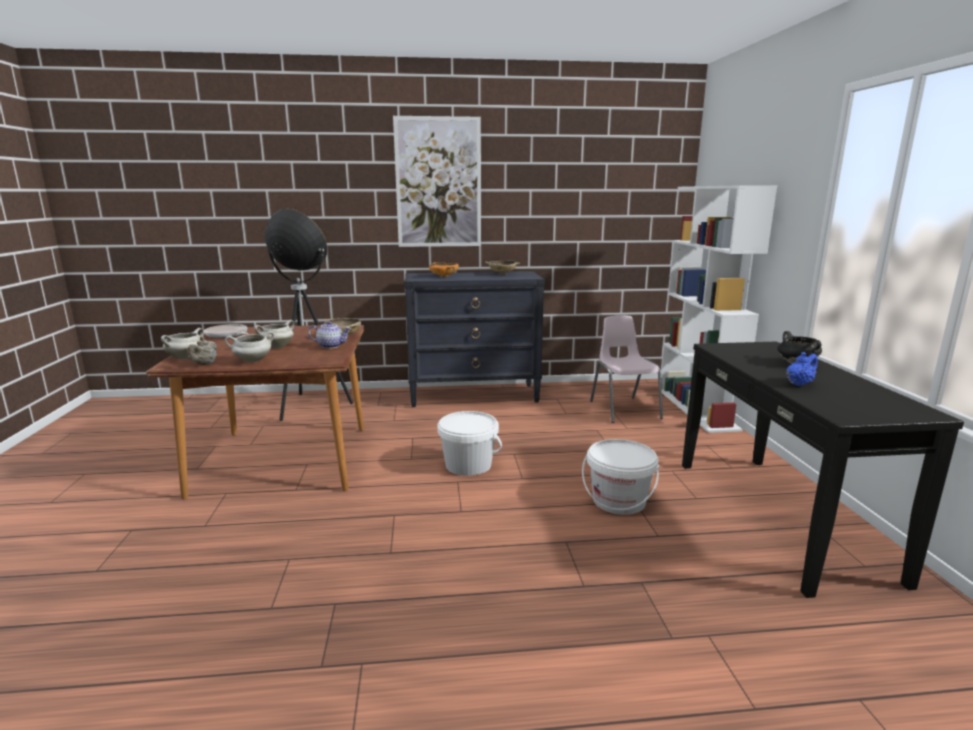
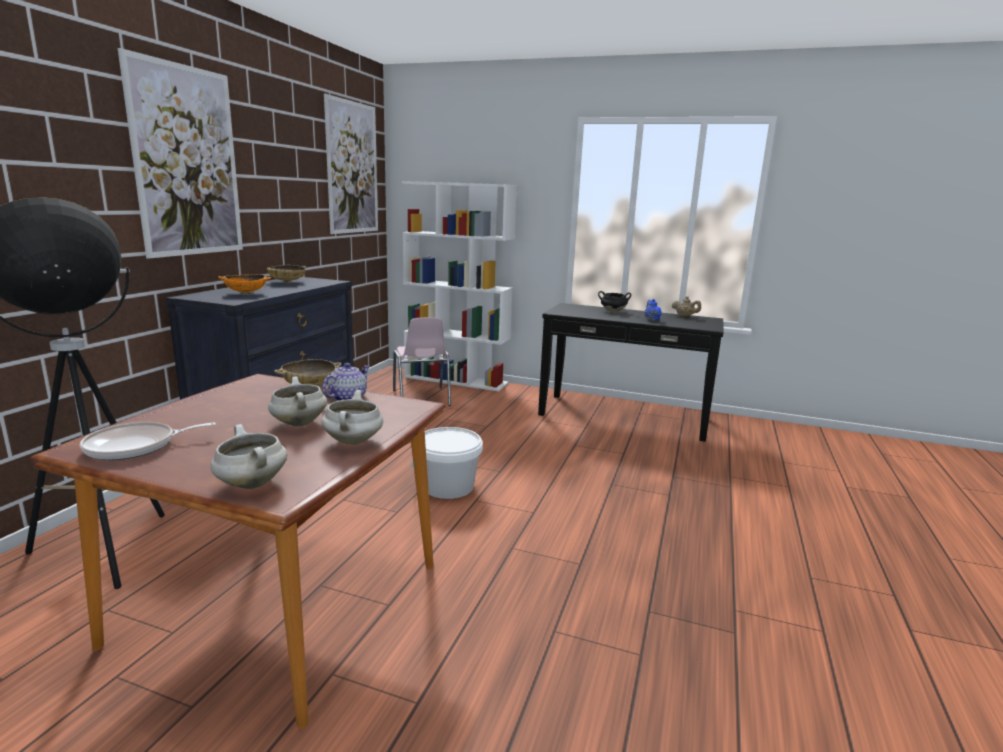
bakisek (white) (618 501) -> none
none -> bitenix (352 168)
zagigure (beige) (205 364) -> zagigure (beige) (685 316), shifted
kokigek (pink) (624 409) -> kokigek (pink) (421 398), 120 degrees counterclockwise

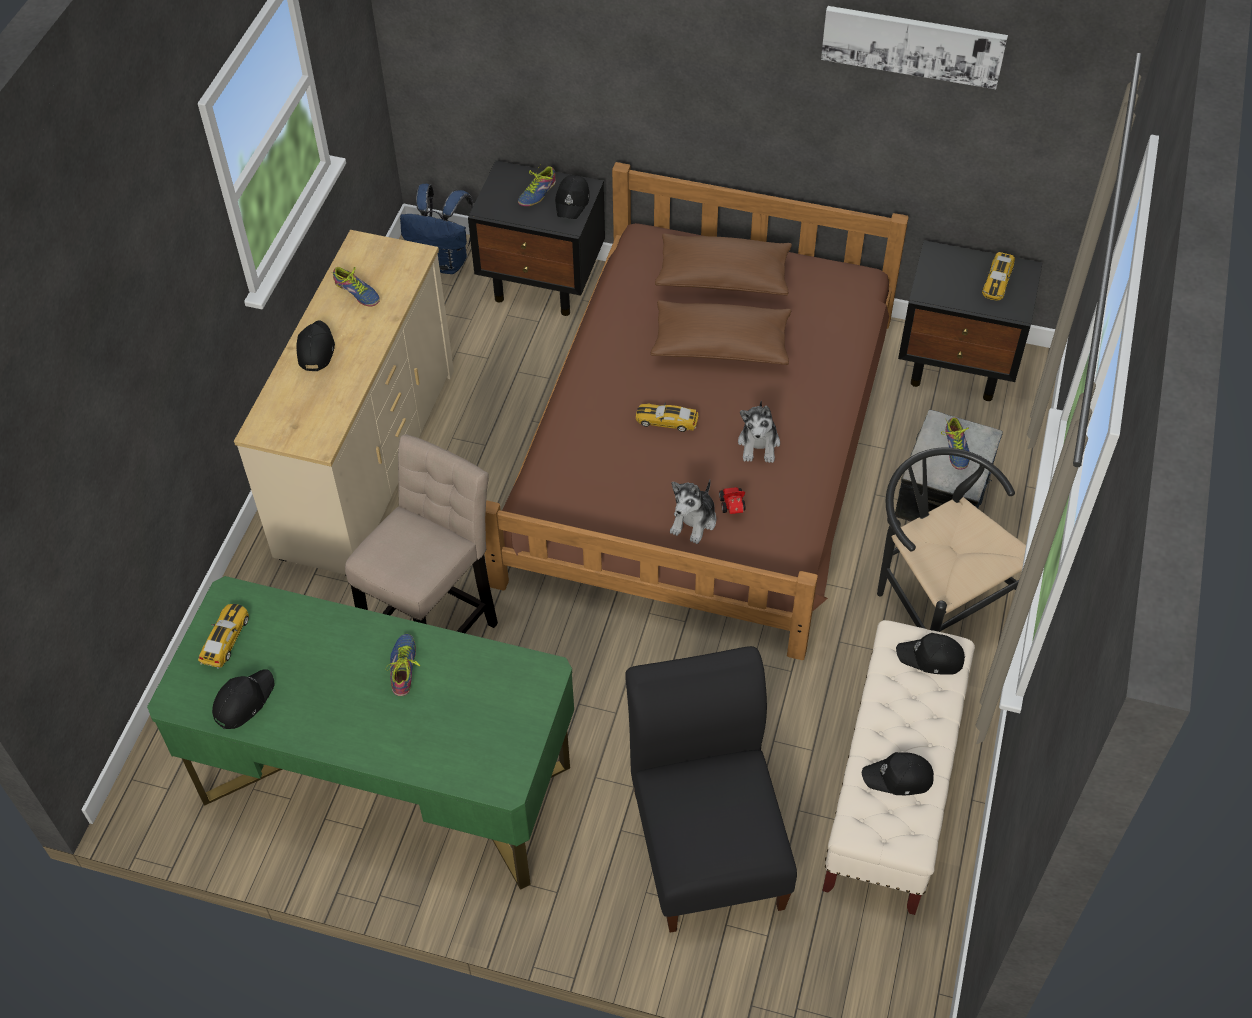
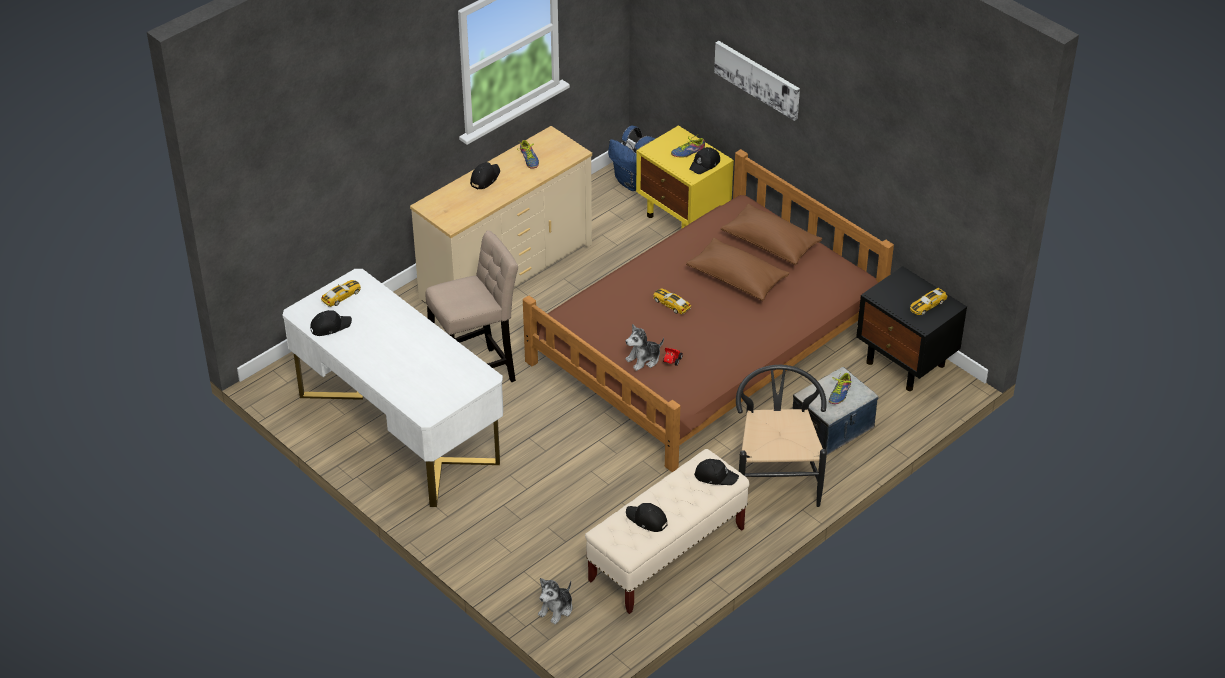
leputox (406 667) -> none
kokigek (black) (708 840) -> none
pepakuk (759 444) -> pepakuk (556 609), shifted
bitenix (913 45) -> bitenix (758 79), shifted
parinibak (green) (386 782) -> parinibak (white) (398 428)
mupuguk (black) (543 283) -> mupuguk (yellow) (684 217)
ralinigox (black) (931 658) -> ralinigox (black) (715 476), 150 degrees clockwise

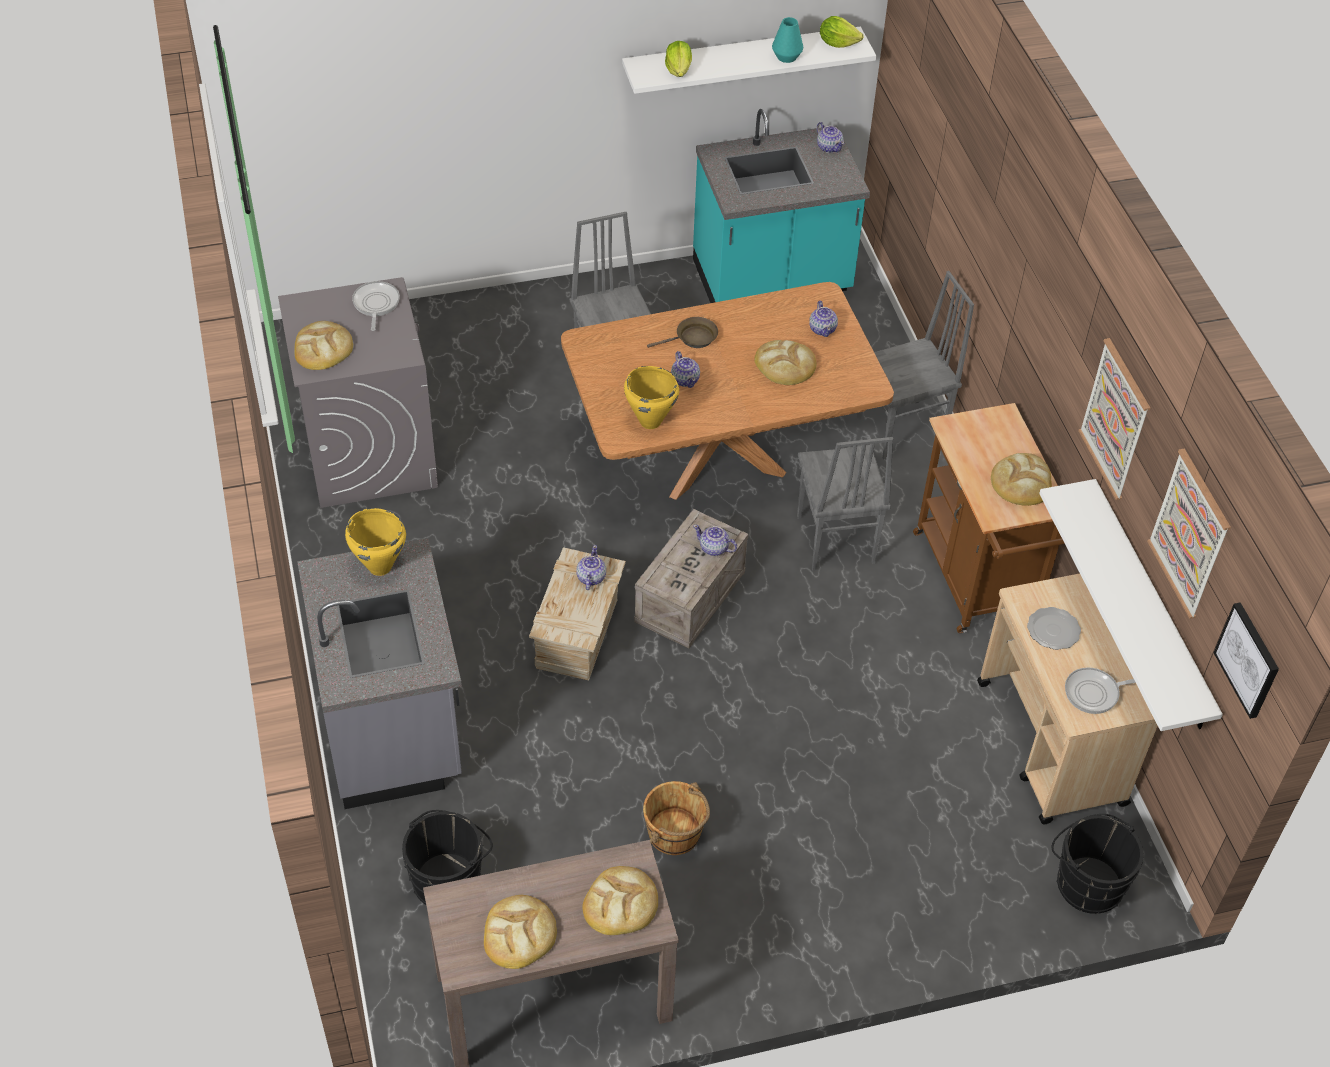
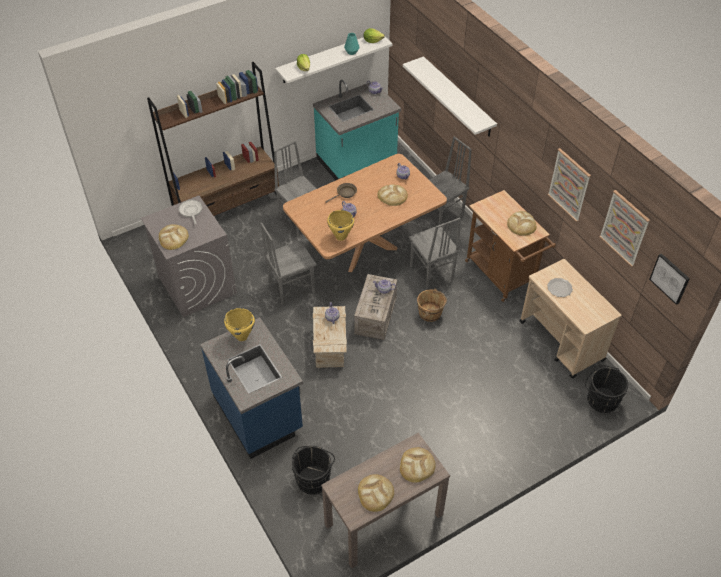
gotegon (1095 693) -> none
none -> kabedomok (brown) (228 207)
none -> kokigek (grey) (291 287)
bakisek (brown) (675 833) -> bakisek (brown) (430 313), shifted
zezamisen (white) (1150 606) -> zezamisen (white) (458 97), shifted
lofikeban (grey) (393 726) -> lofikeban (blue) (258 413)

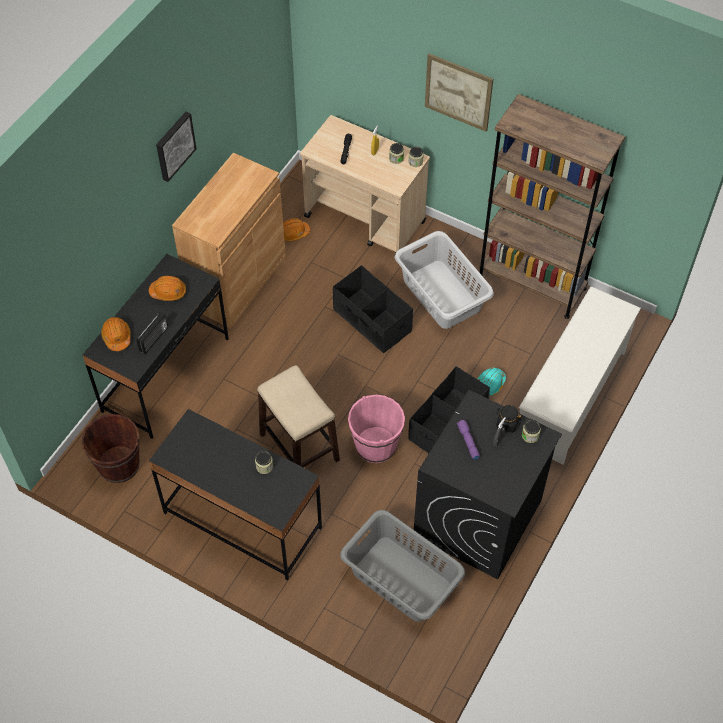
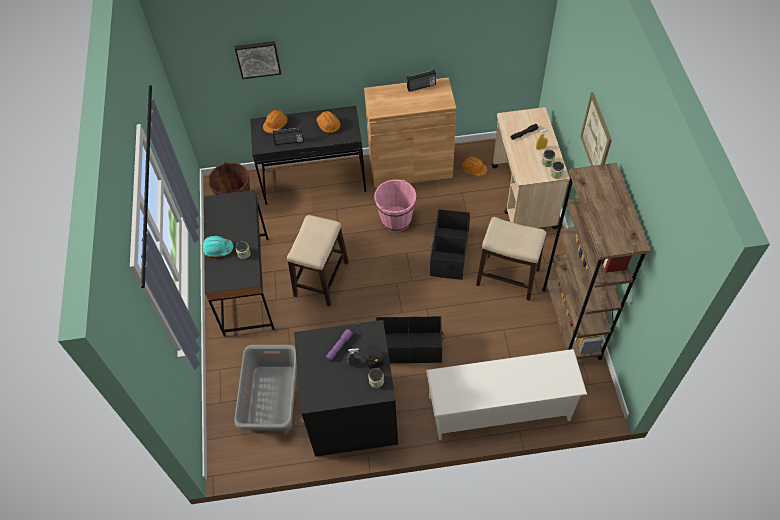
none -> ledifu (421 86)
bitenix (174 145) -> bitenix (258 58), shifted
bakisek (pink) (376 445) -> bakisek (pink) (396 219), shifted
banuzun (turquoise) (490 384) -> banuzun (turquoise) (217 249), shifted
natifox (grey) (441 295) -> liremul (507 277)

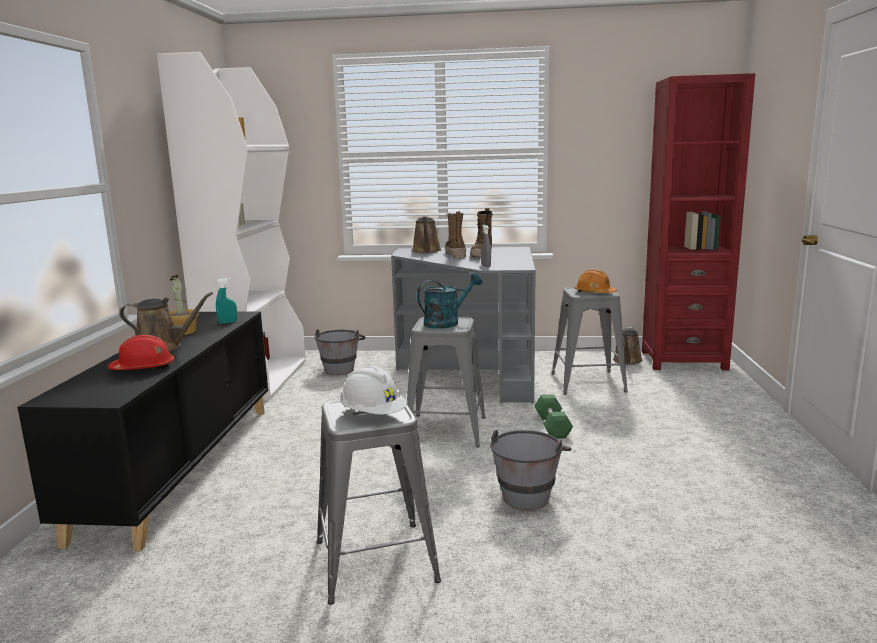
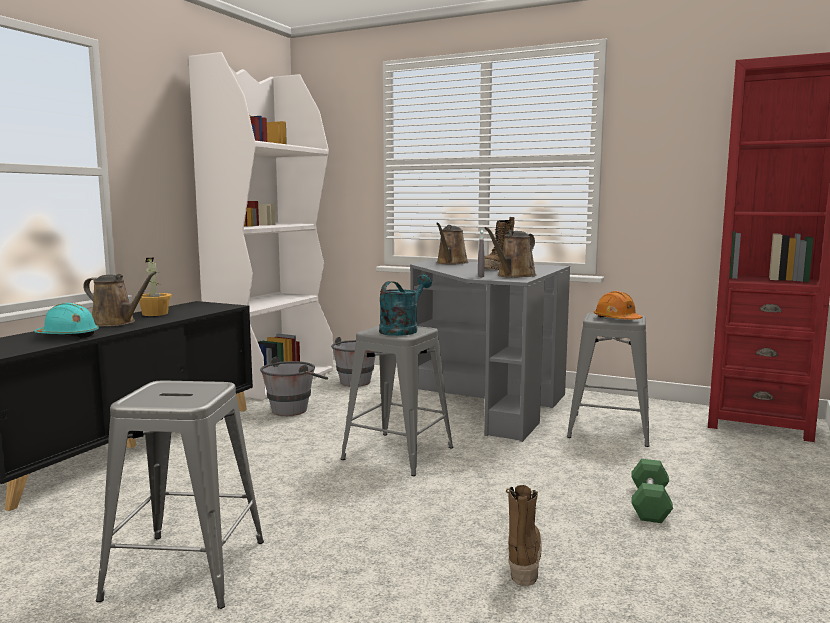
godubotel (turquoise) (227 322) -> none
banuzun (white) (373 415) -> none
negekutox (455 255) -> negekutox (523 561), shifted
bakisek (grey) (528 493) -> bakisek (grey) (295 408), shifted
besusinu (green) (552 426) -> besusinu (green) (650 504), shifted
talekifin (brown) (627 361) -> talekifin (brown) (514 276), shifted
banuzun (red) (143 368) -> banuzun (turquoise) (68 336)
talekifin (turquoise) (447 322) -> talekifin (turquoise) (402 330), 45 degrees counterclockwise

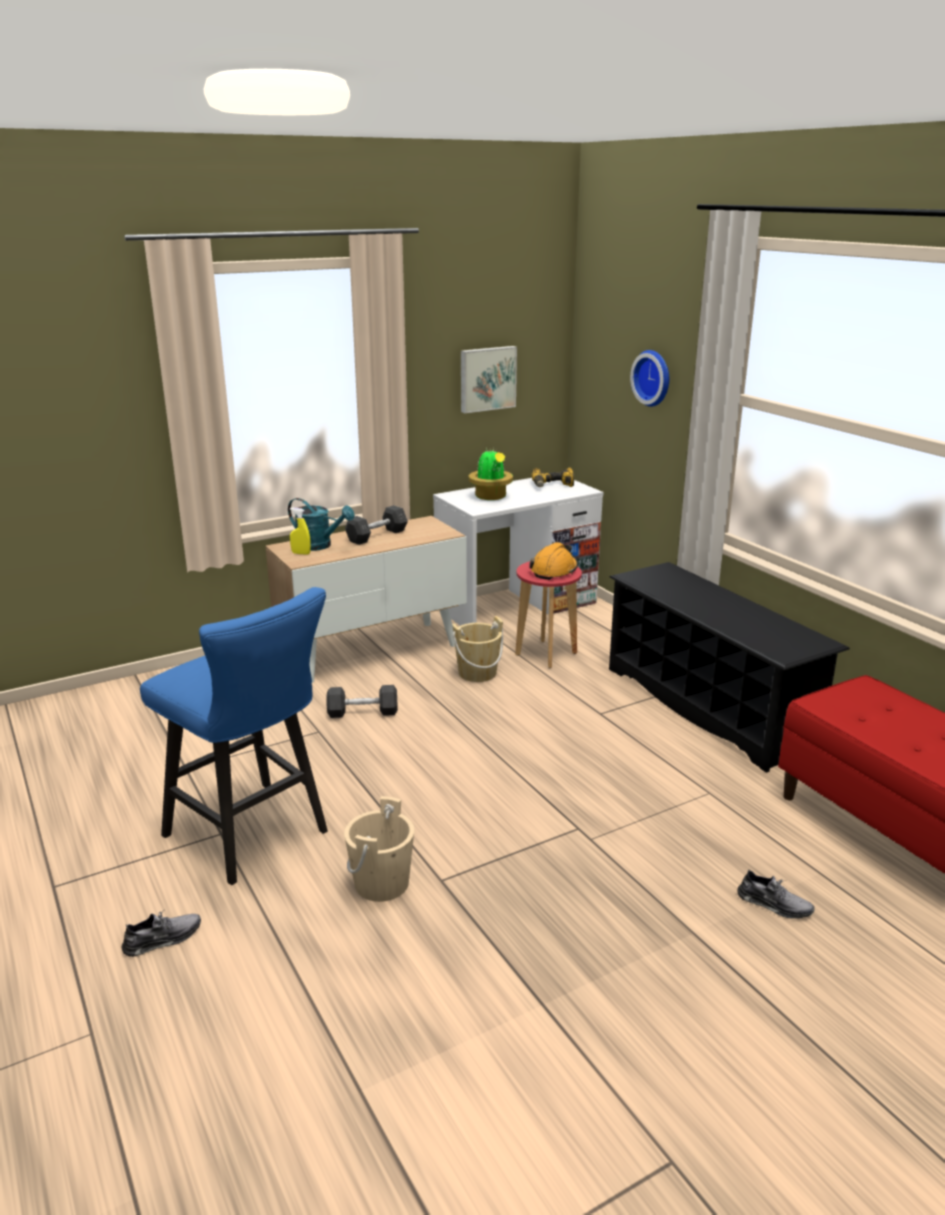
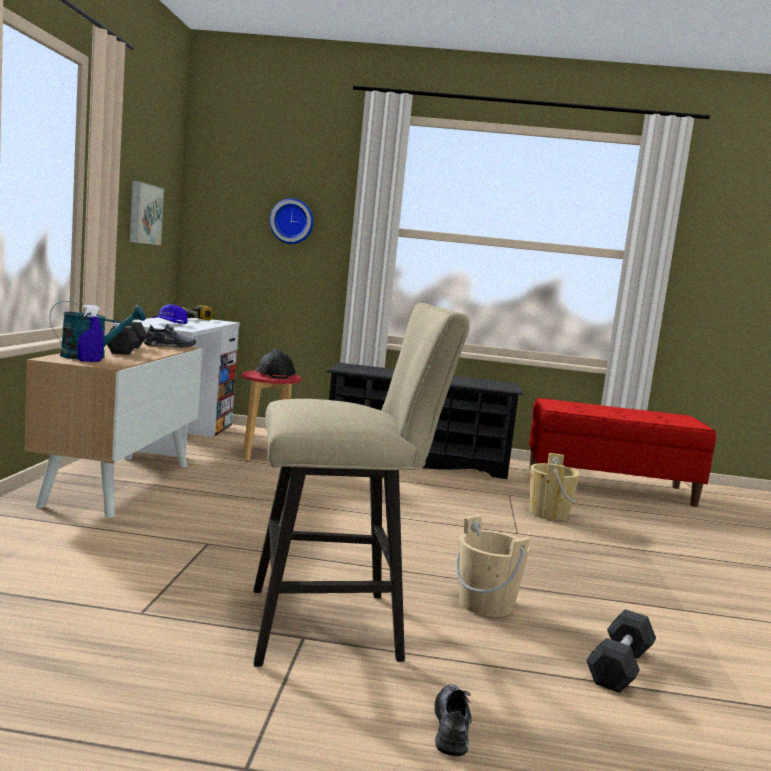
besusinu (grey) (362 712) -> besusinu (grey) (619 667), shifted
bakisek (beige) (477 673) -> bakisek (beige) (548 513), shifted
leputox (grey) (774 904) -> leputox (grey) (170 346), shifted
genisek (491 497) -> ralinigox (blue) (169 324)
liremul (blue) (254 837) -> liremul (beige) (337 625)
godubotel (yellow) (301 553) -> godubotel (blue) (90 361)
banuzun (orange) (554 570) -> banuzun (black) (274 374)

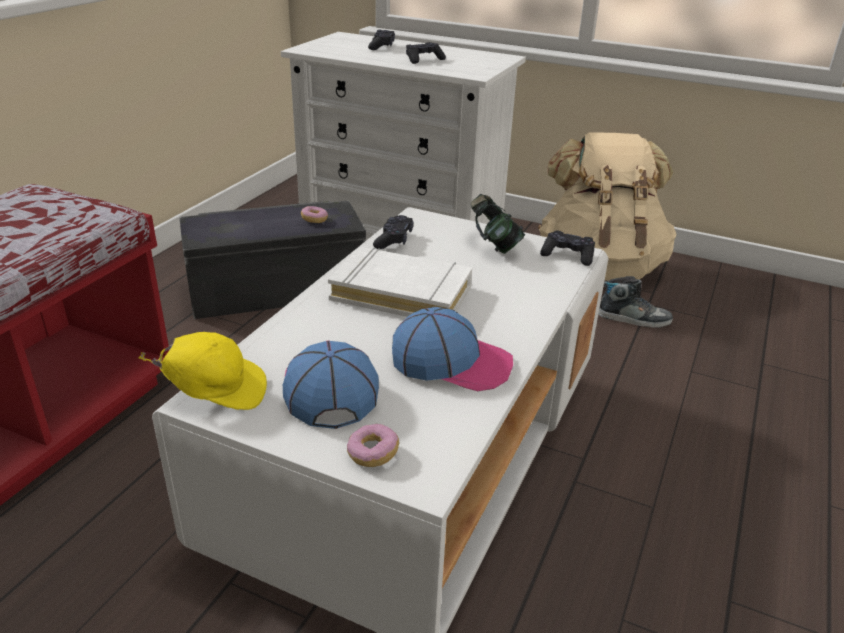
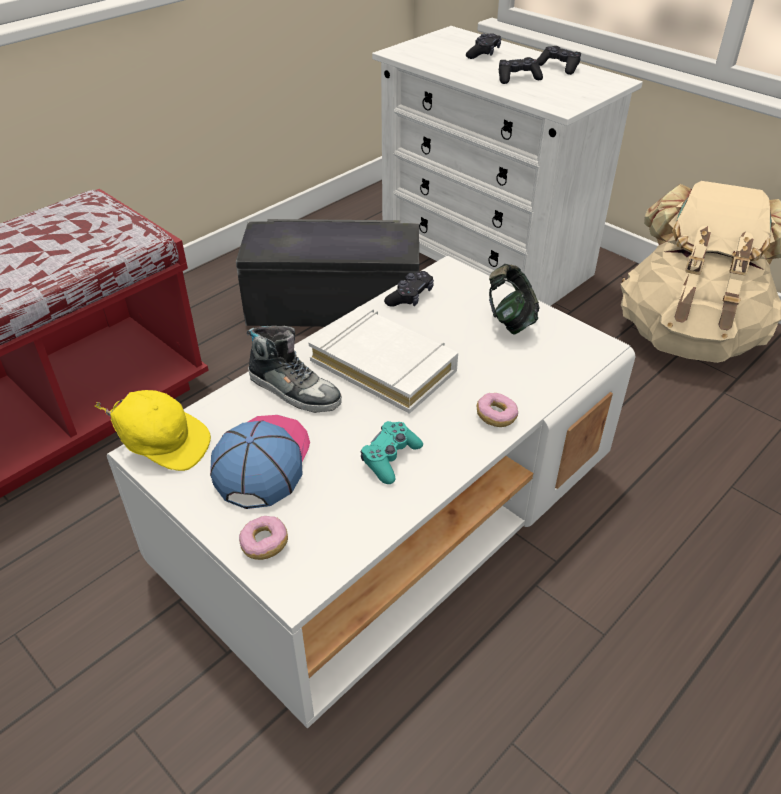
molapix (314 220) -> molapix (496 417), shifted
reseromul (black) (568 255) -> reseromul (black) (559 67), shifted
leputox (633 318) -> leputox (294 389), shifted
ralinigox (452 362) -> reseromul (turquoise) (390 458)

